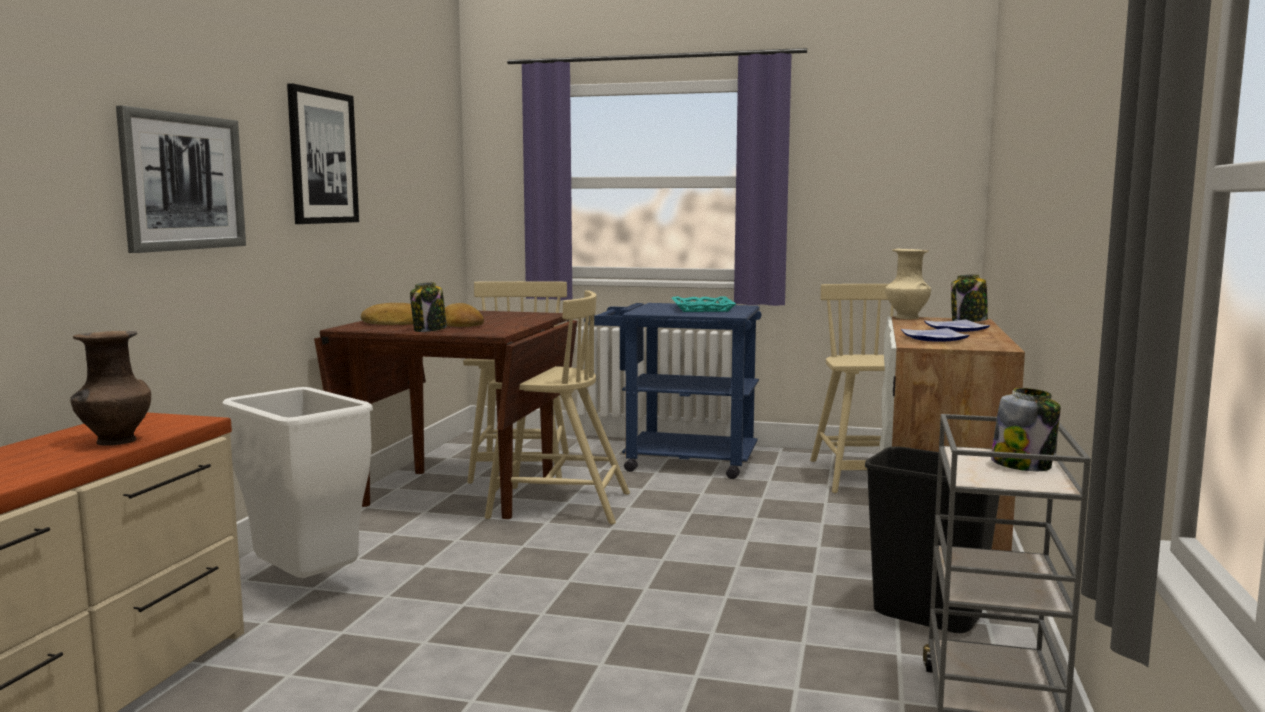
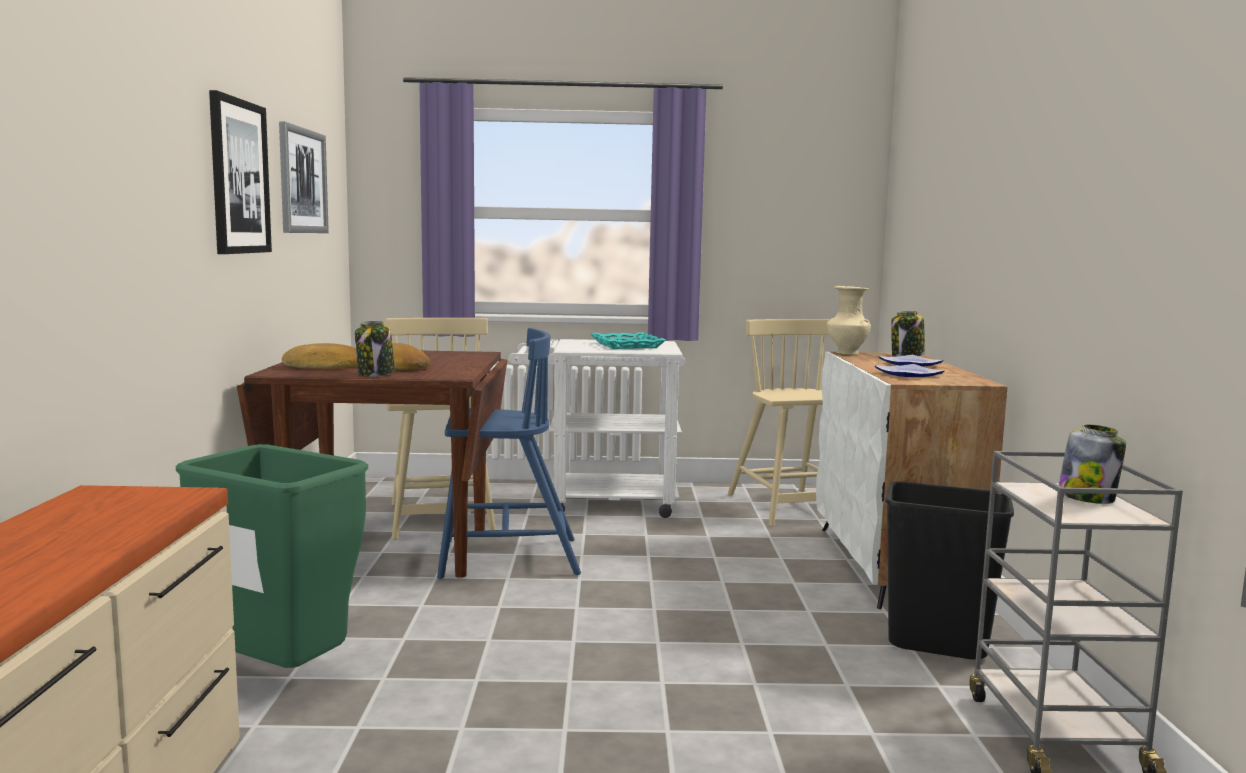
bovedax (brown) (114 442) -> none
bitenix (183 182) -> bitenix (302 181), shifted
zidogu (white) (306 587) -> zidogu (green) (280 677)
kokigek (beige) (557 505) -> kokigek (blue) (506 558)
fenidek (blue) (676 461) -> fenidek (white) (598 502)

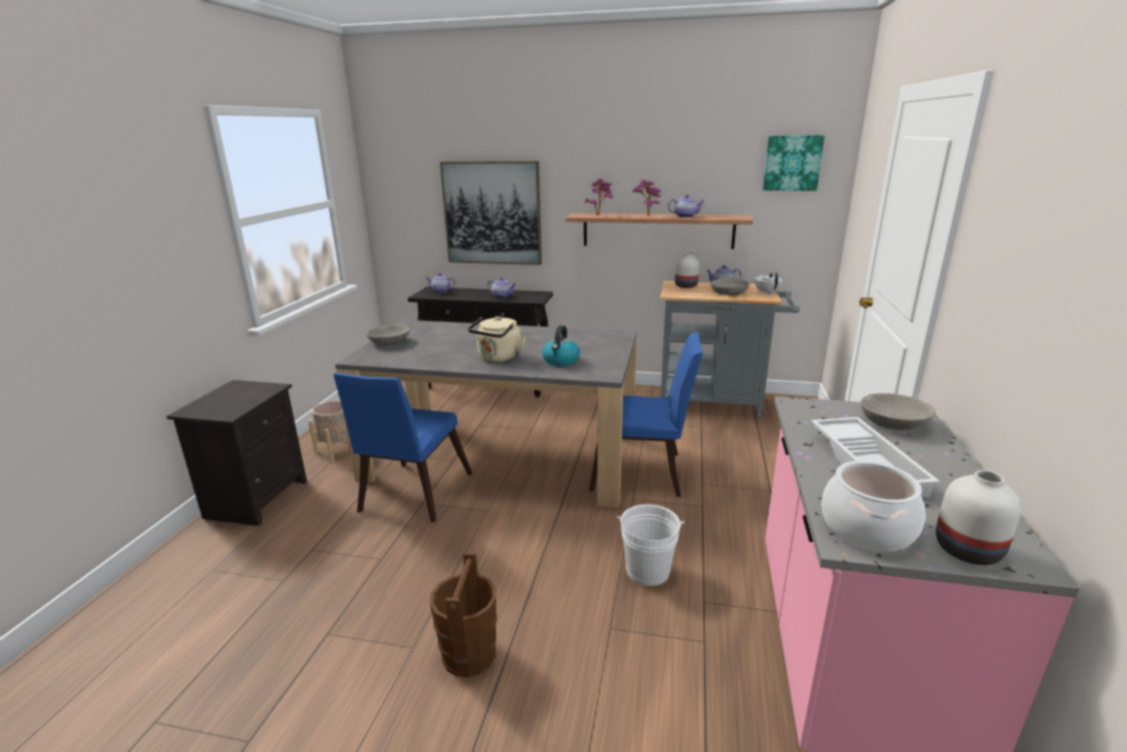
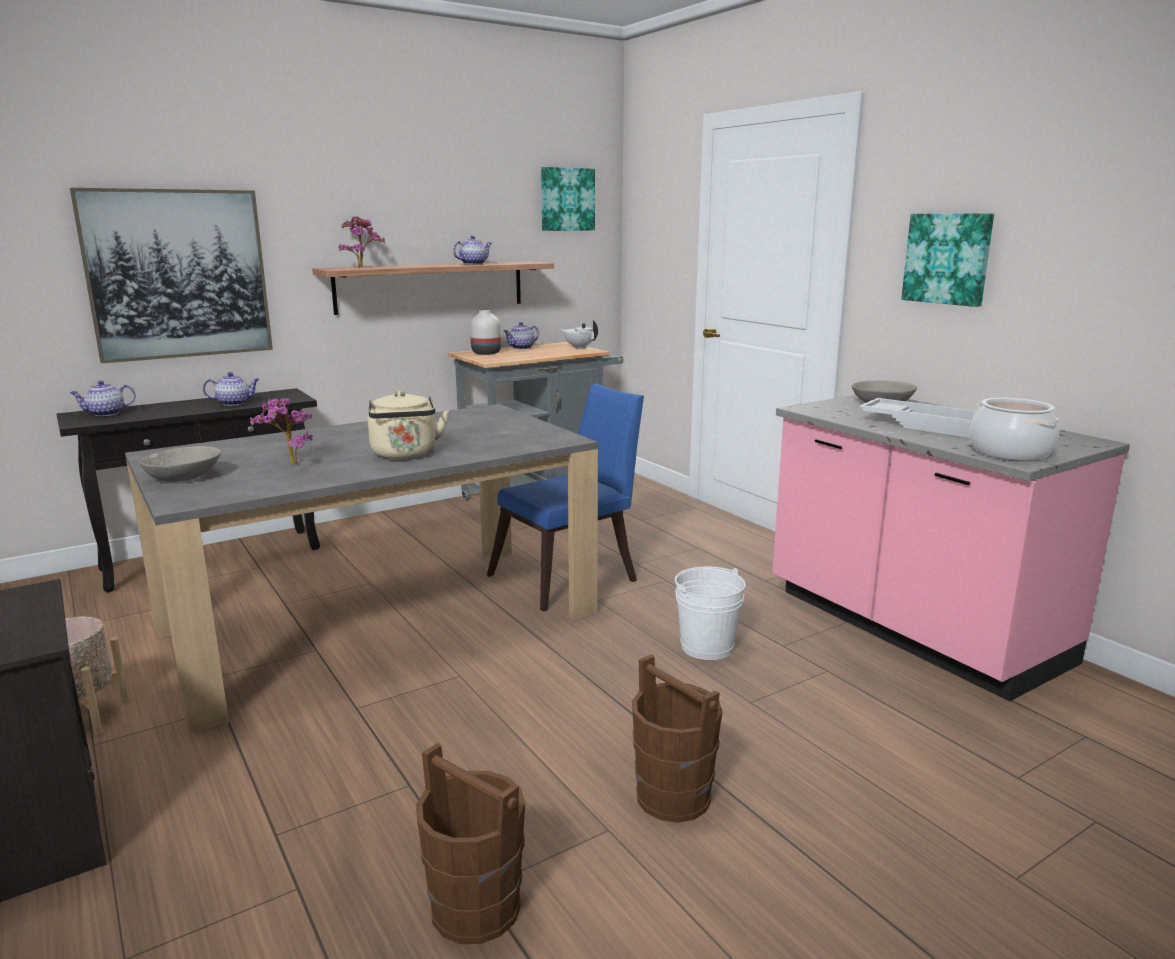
kokigek (blue) (412 496) -> none
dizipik (561 360) -> none
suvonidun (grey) (729 293) -> none
bovedax (white) (966 549) -> none
none -> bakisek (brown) (475 907)
none -> bitenix (948 258)
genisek (646 216) -> genisek (289 464), shifted

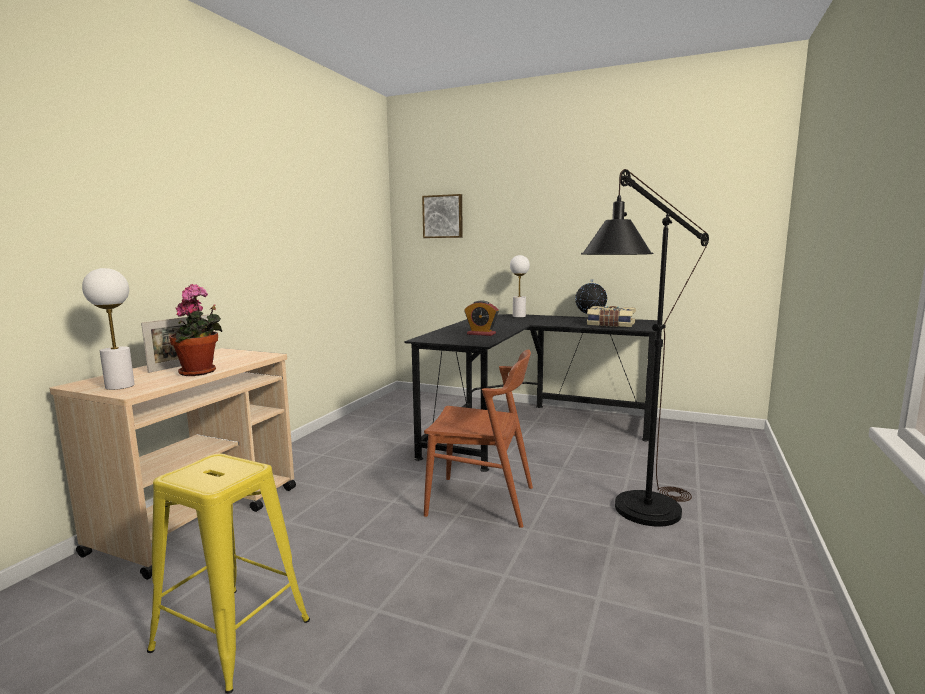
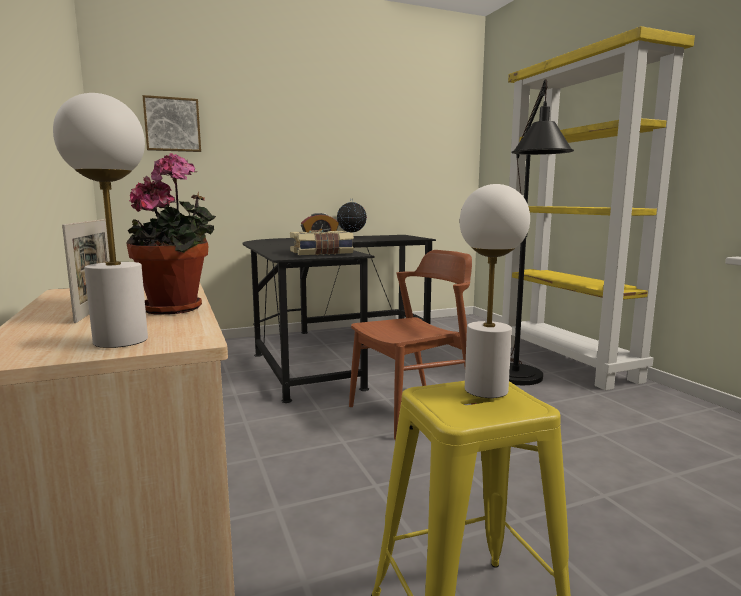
none -> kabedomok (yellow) (567 362)
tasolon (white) (518 316) -> tasolon (white) (485 390), shifted
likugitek (610 325) -> likugitek (322 253), shifted

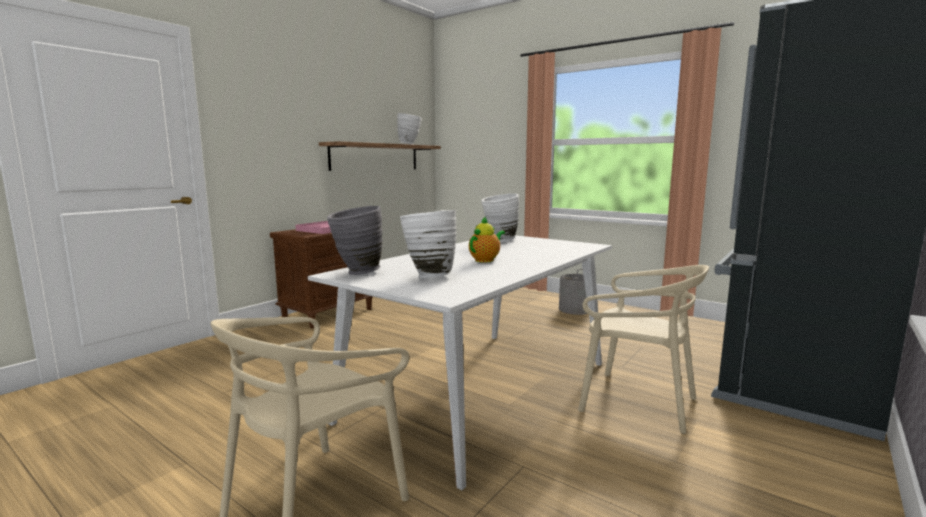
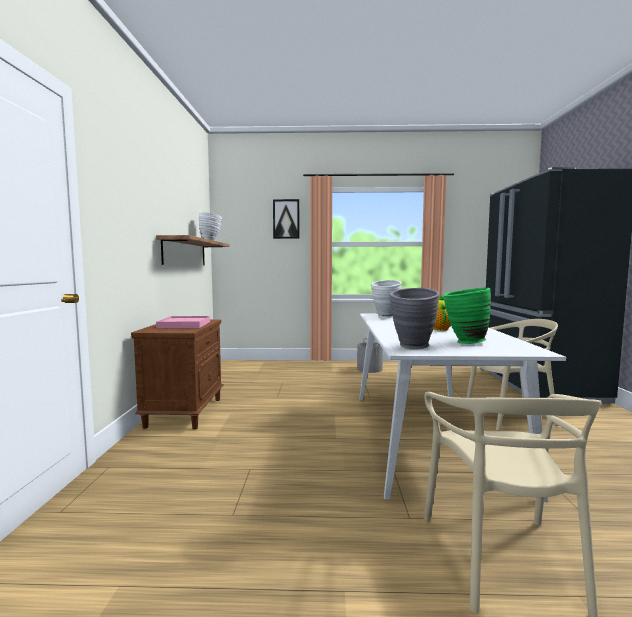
none -> bitenix (286 219)
bovedax (white) (428 276) -> bovedax (green) (464 342)

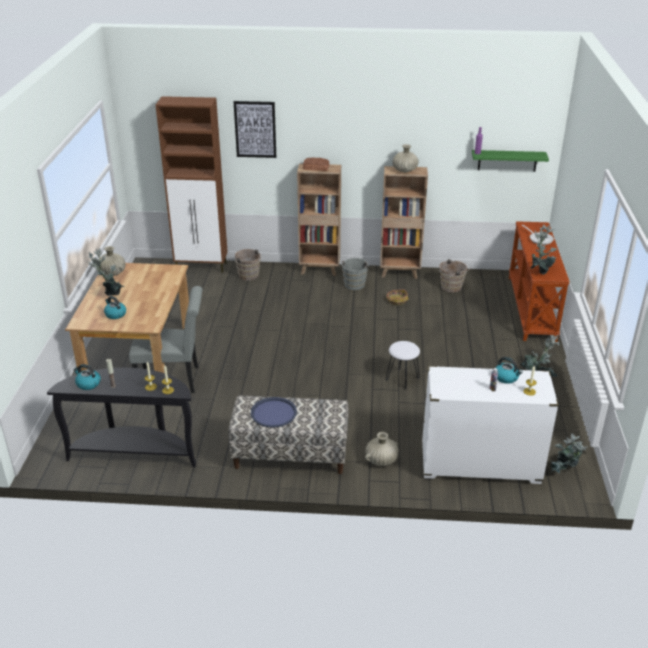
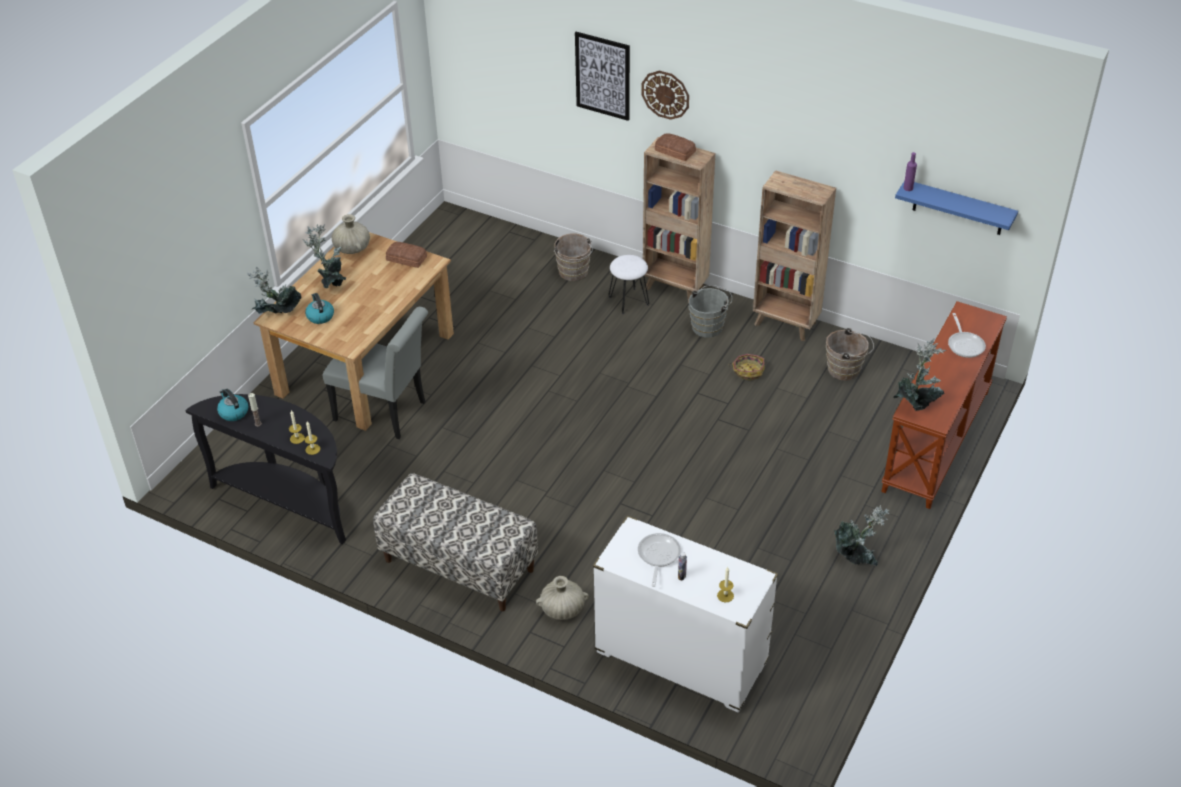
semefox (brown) (202 267) -> none
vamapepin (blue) (273 413) -> none
bovedax (beige) (405 170) -> none
dizipik (506 377) -> none
none -> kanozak (406 259)
none -> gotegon (658 556)
none -> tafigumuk (665 94)
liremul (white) (402 379) -> liremul (white) (628 301), shifted
genisek (564 471) -> genisek (277 316), shifted
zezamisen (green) (507 160) -> zezamisen (blue) (958 208)

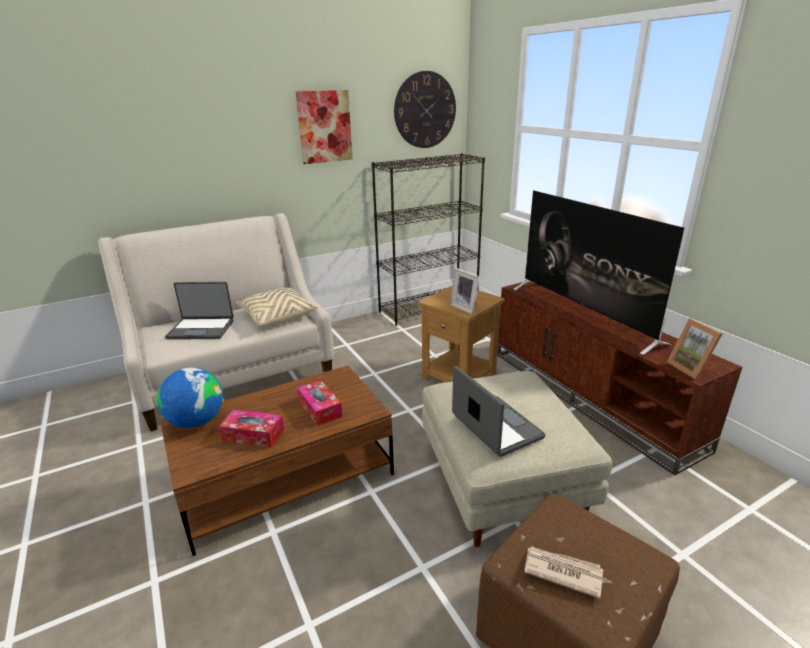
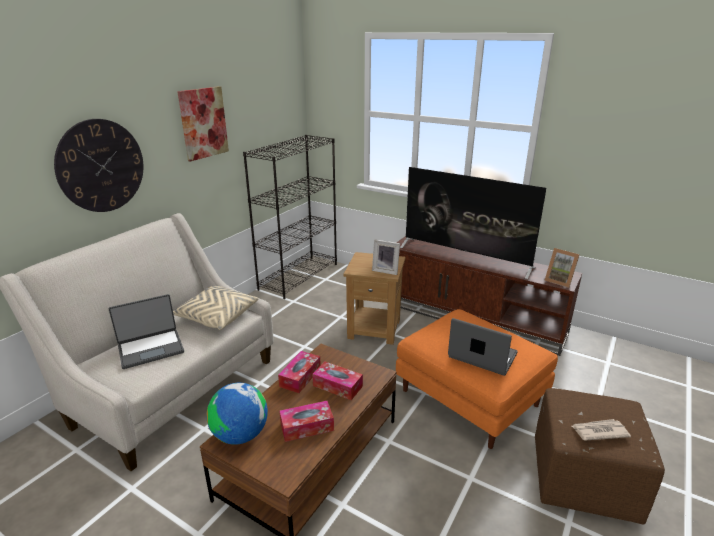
none -> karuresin (300 377)
tafigumuk (425 110) -> tafigumuk (101 166), shifted
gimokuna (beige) (503 483) -> gimokuna (orange) (471 398)

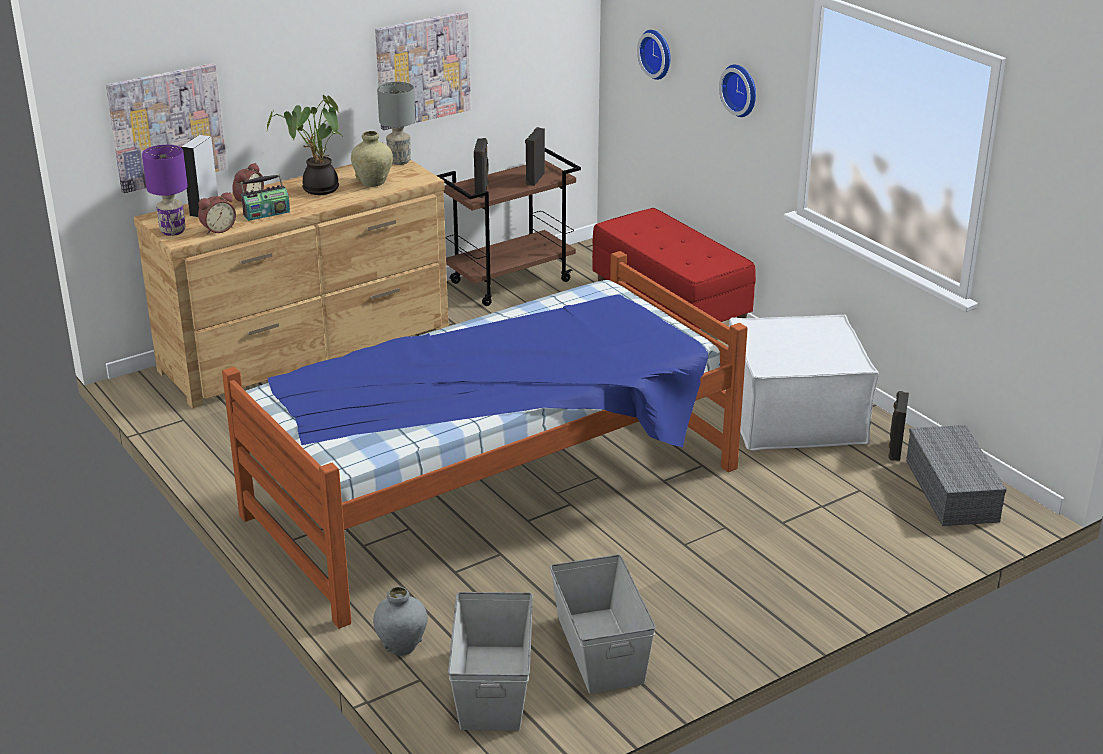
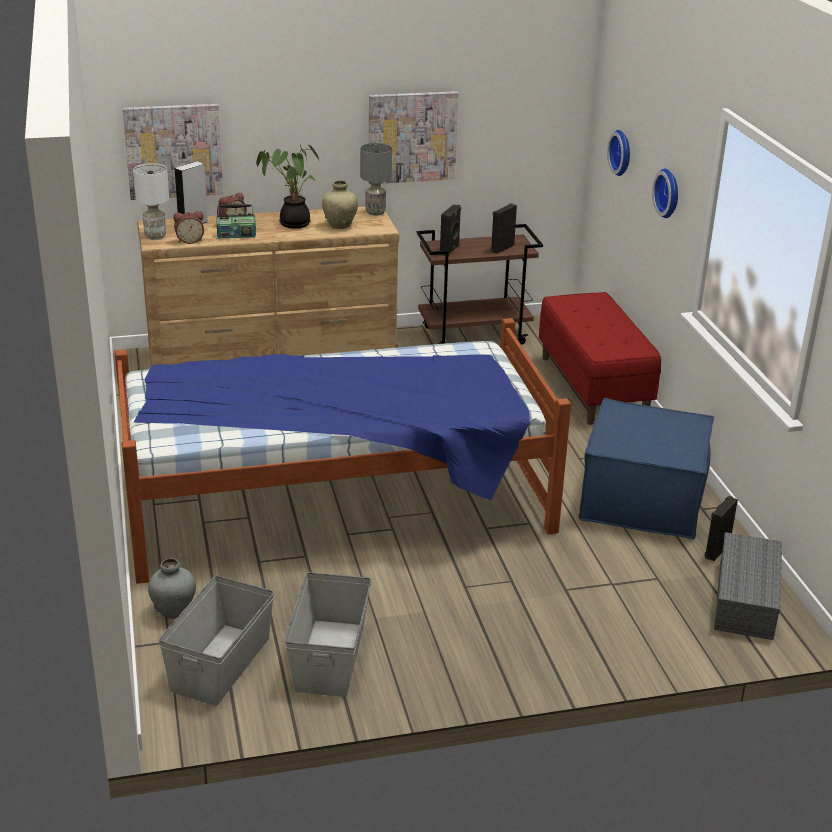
tasolon (purple) (173 231) -> tasolon (white) (156 236)
gimokuna (white) (794 416) -> gimokuna (blue) (642 499)

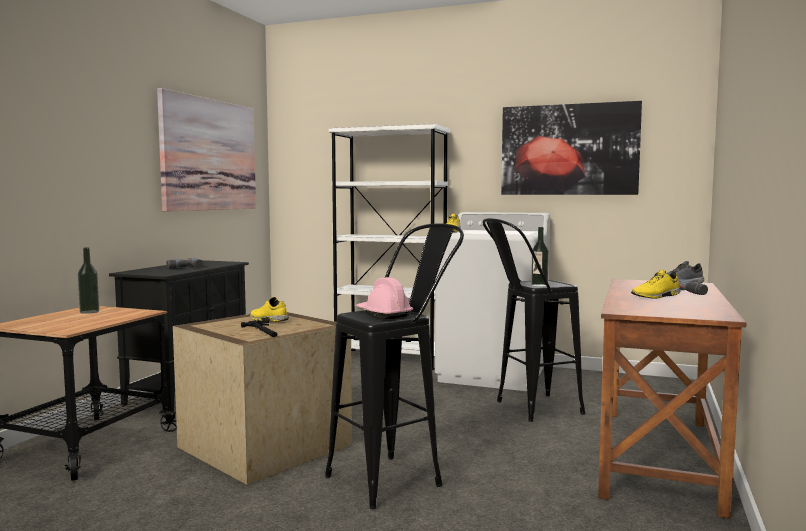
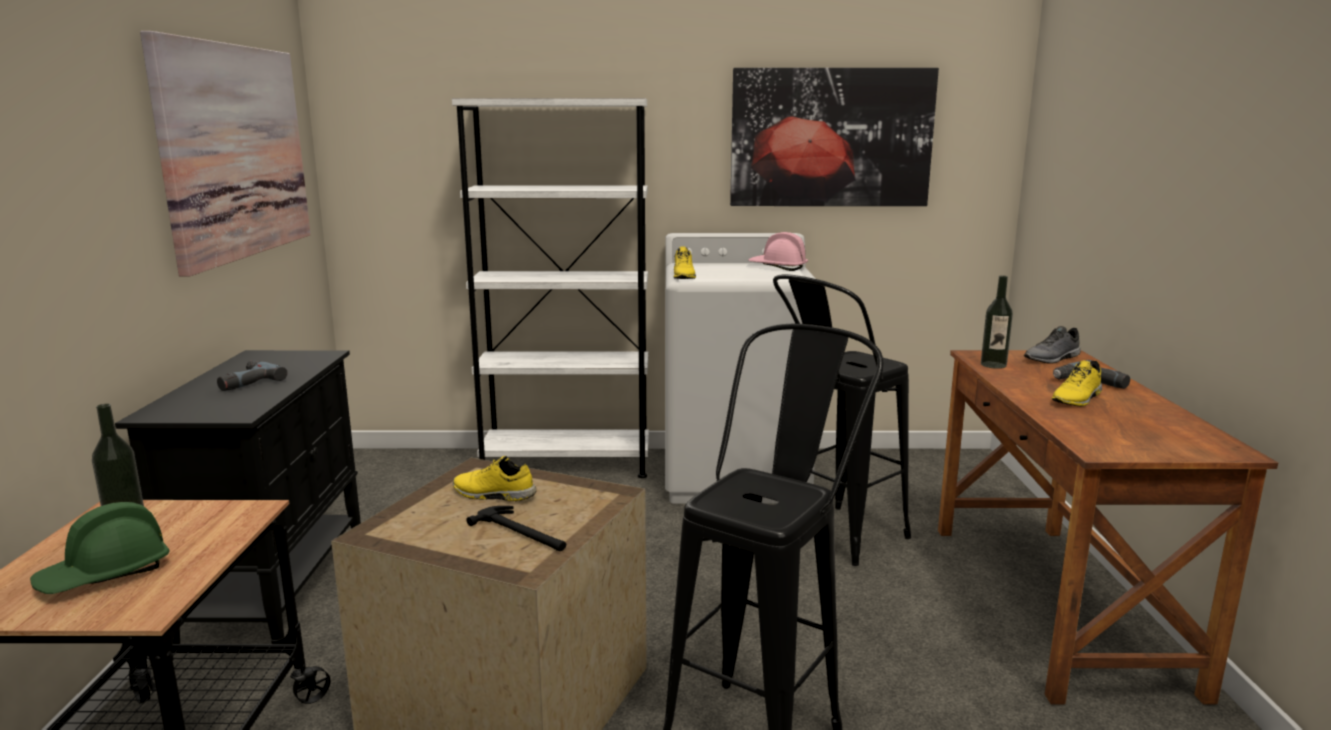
none -> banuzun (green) (105 575)
banuzun (pink) (383 314) -> banuzun (pink) (777 267), shifted
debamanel (539 285) -> debamanel (993 365), shifted

